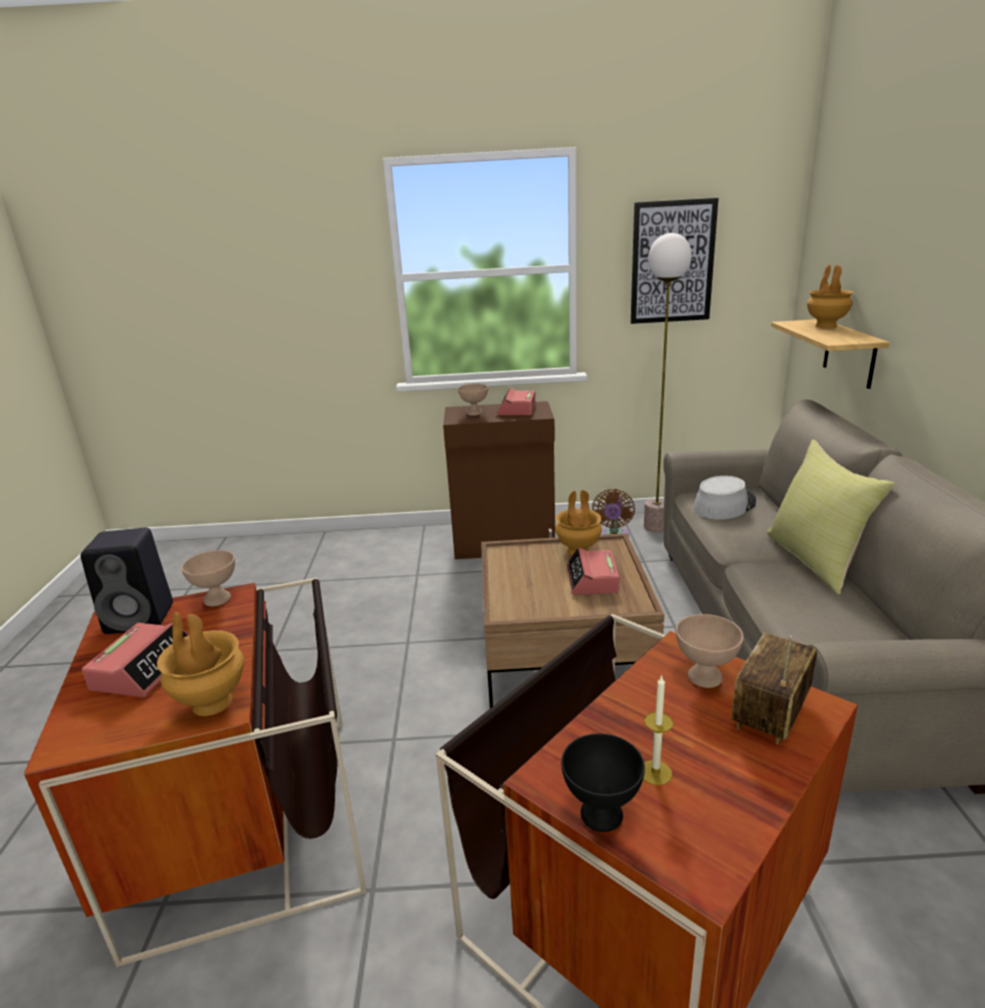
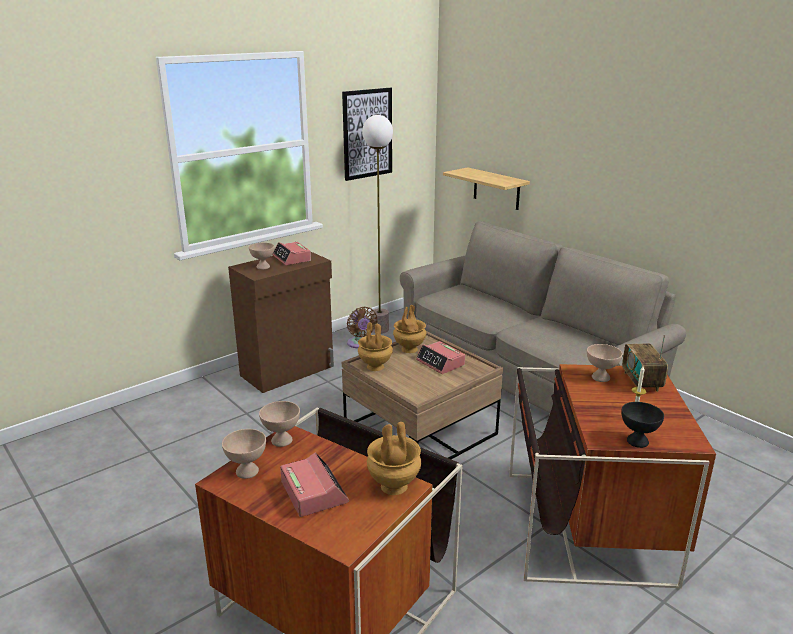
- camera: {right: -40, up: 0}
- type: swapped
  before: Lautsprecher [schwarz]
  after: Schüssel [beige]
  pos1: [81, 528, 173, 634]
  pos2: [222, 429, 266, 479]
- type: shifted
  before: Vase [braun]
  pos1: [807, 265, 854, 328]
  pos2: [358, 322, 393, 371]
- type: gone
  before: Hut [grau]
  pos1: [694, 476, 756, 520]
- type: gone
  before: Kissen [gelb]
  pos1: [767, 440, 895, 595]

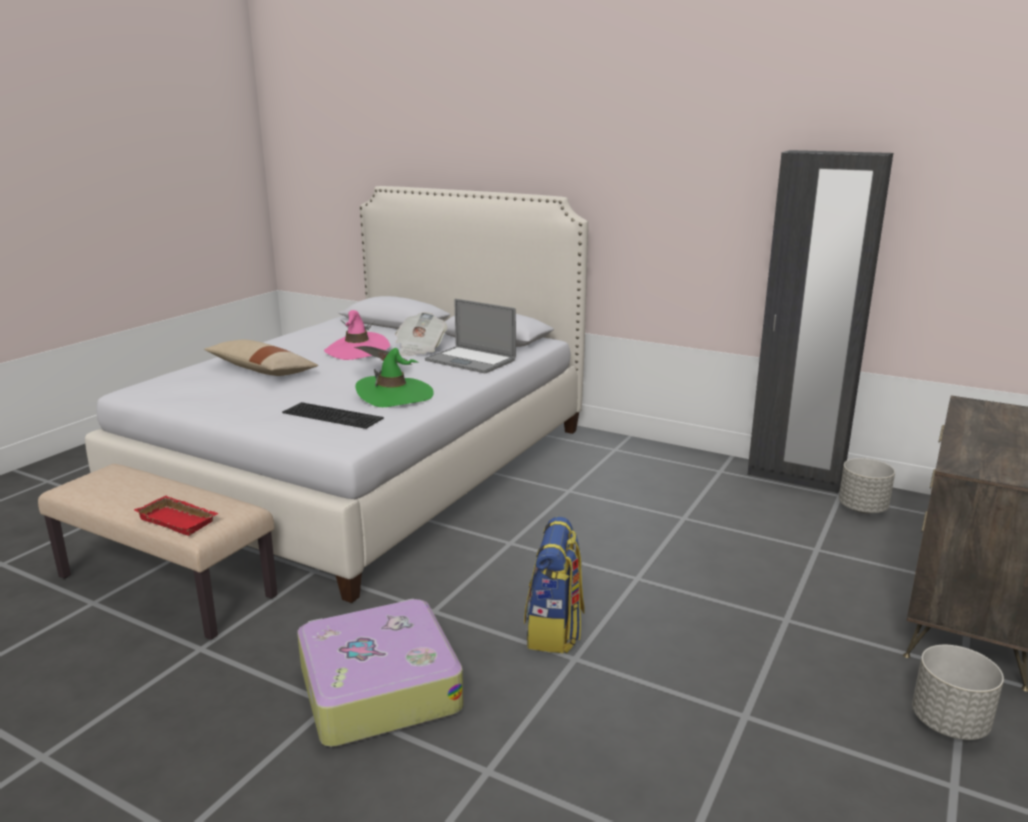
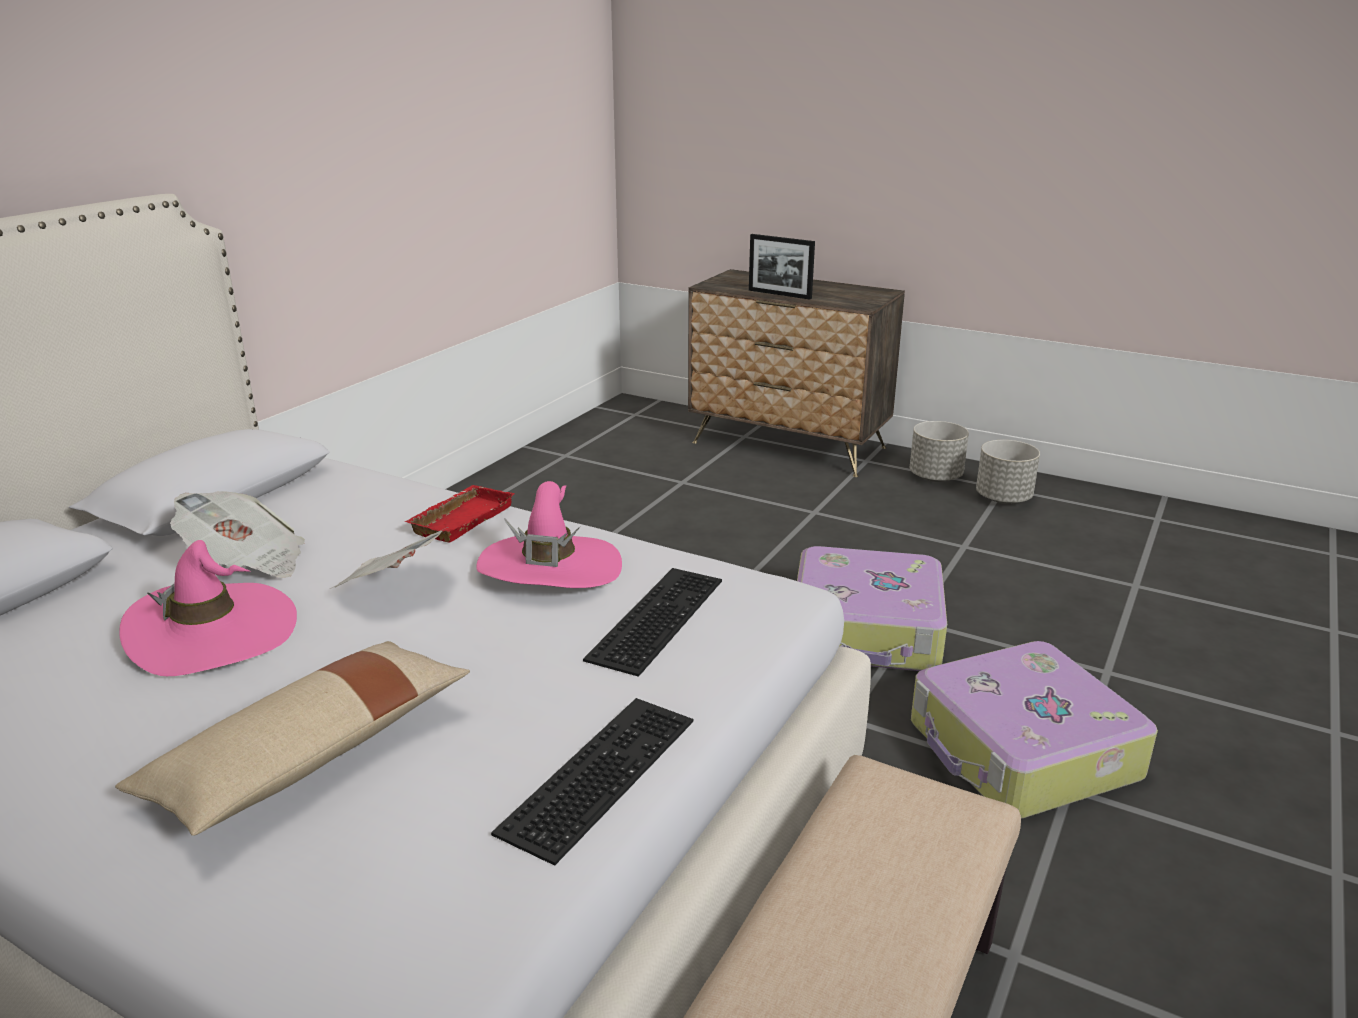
- camera: {right: -90, up: 5}
- type: shifted
  before: Tablett [rot]
  pos1: [134, 496, 219, 536]
  pos2: [404, 485, 514, 542]
- type: repainted
  before: Hut [grün]
  after: Hut [rosa]
  pos1: [356, 348, 434, 407]
  pos2: [476, 481, 622, 588]
- type: new
  after: Tastatur
  pos2: [491, 698, 693, 866]
- type: new
  after: Bilderrahmen
  pos2: [749, 234, 815, 299]
- type: swapped
  before: Rucksack
  after: Koffer
  pos1: [524, 517, 585, 653]
  pos2: [797, 546, 947, 671]
- type: shifted
  before: Pflanzkübel [grau]
  pos1: [839, 458, 895, 513]
  pos2: [976, 440, 1040, 504]
- type: gone
  before: Laptop
  pos1: [425, 299, 516, 373]
- type: gone
  before: Kleiderschrank [schwarz]
  pos1: [747, 150, 893, 493]

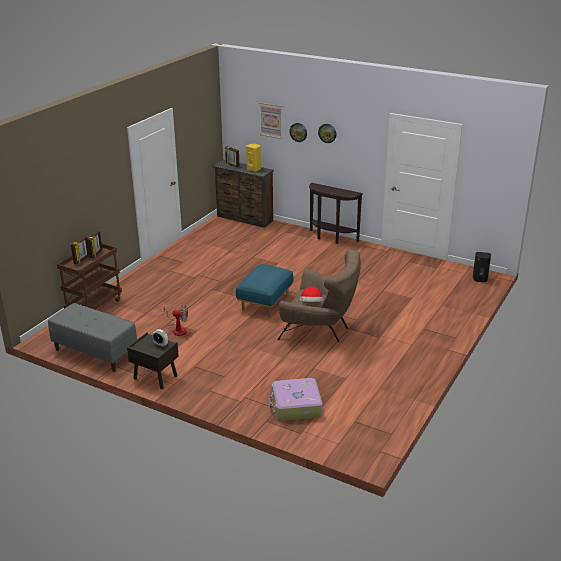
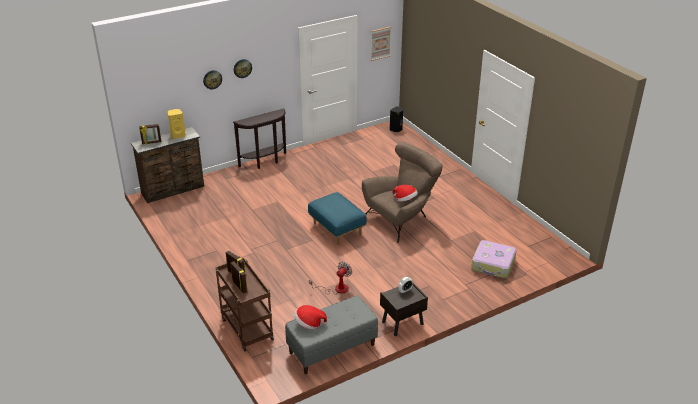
- camera: {right: -60, up: 5}
- type: new
  after: Hut
  pos2: [294, 305, 327, 330]
- type: shifted
  before: Bild
  pos1: [259, 102, 283, 139]
  pos2: [370, 27, 392, 61]

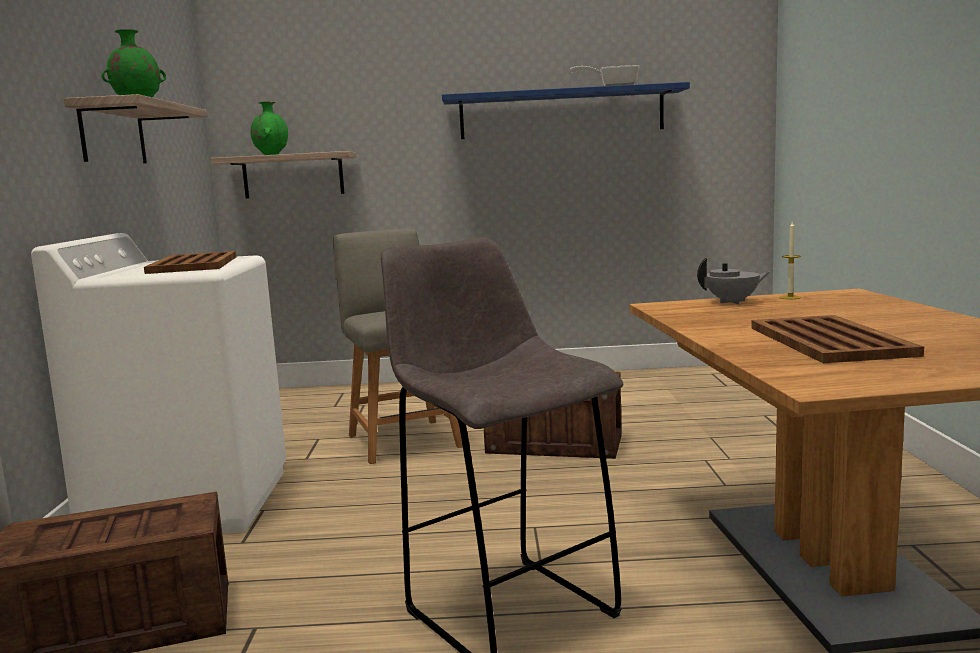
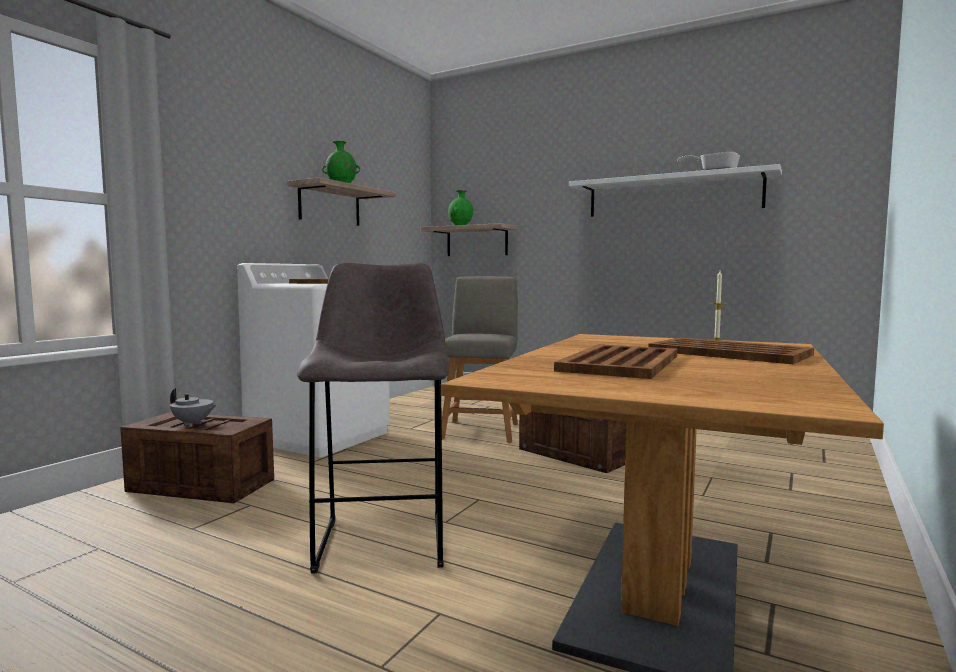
- camera: {right: 30, up: -5}
- type: shifted
  before: Teekanne [grau]
  pos1: [697, 258, 770, 304]
  pos2: [170, 388, 216, 426]
- type: repainted
  before: Wandregal [blau]
  after: Wandregal [weiß]
  pos1: [442, 82, 690, 139]
  pos2: [569, 164, 782, 217]
- type: new
  after: Tablett [braun]
  pos2: [648, 338, 814, 364]

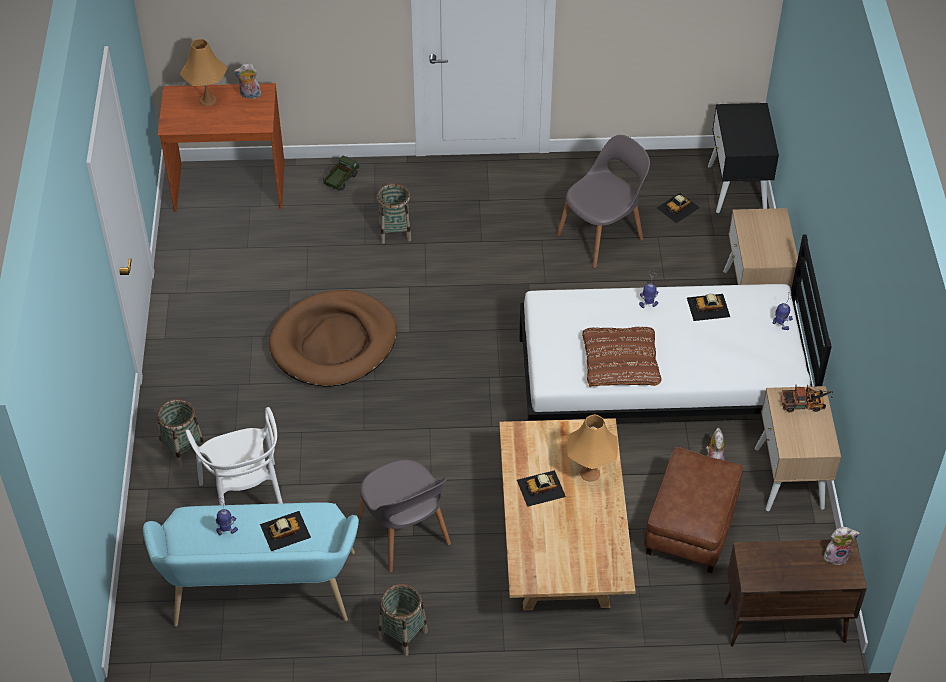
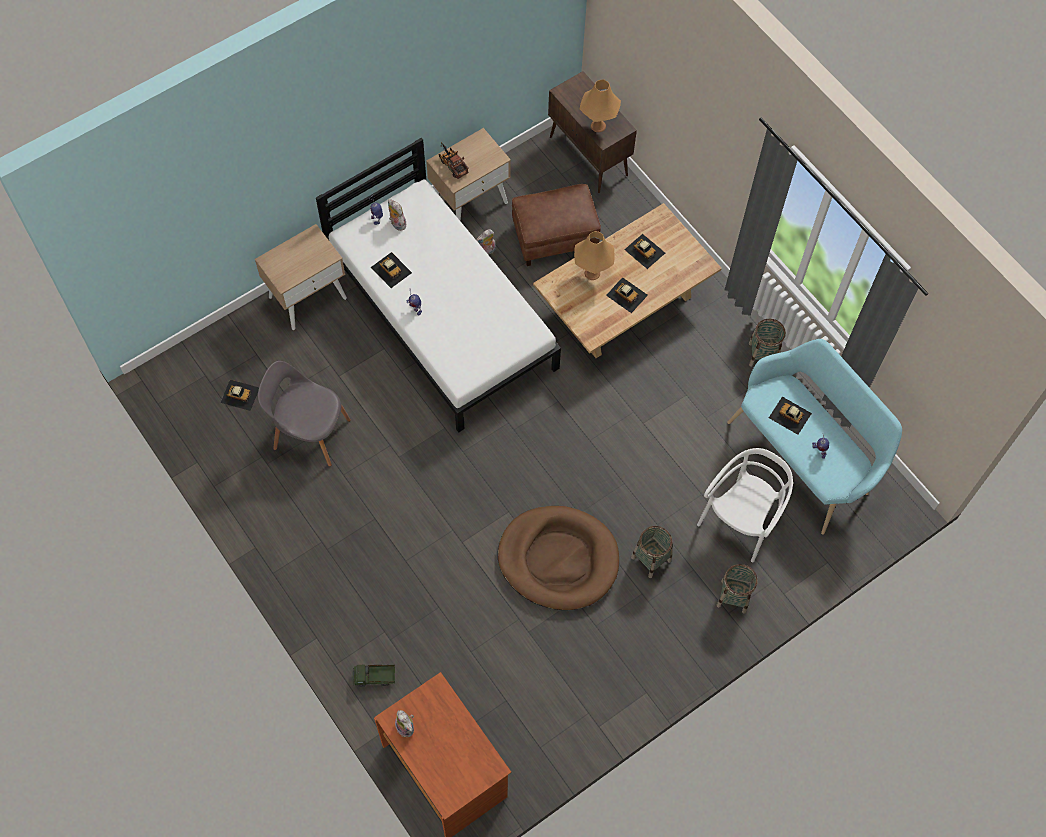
- camera: {right: -125, up: 15}
- type: shifted
  before: Plüschtier
  pos1: [824, 527, 860, 565]
  pos2: [388, 199, 406, 231]
- type: shifted
  before: Tischlampe [orange]
  pos1: [180, 39, 227, 106]
  pos2: [580, 80, 621, 132]
- type: new
  after: Spielzeugauto
  pos2: [624, 234, 665, 269]
- type: shifted
  before: Korb
  pos1: [377, 183, 411, 244]
  pos2: [631, 526, 673, 578]
- type: gone
  before: Stuhl [grau]
  pos1: [357, 460, 451, 572]
- type: gone
  before: Kissen [braun]
  pos1: [582, 327, 662, 387]
- type: gone
  before: Nachttisch [schwarz]
  pos1: [708, 103, 779, 213]

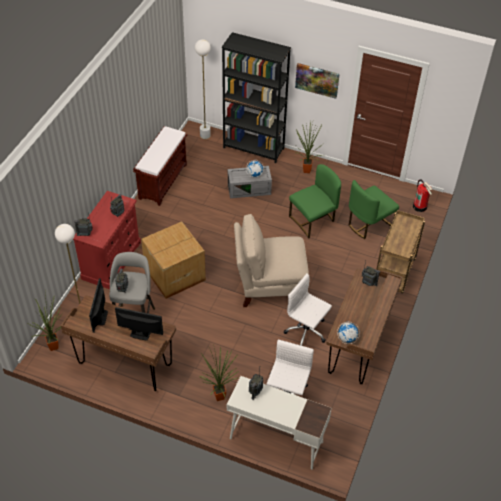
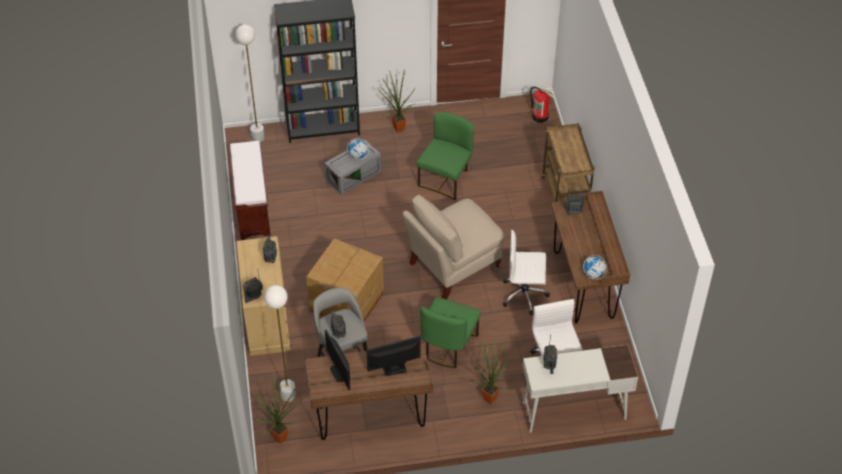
- camera: {right: -30, up: 0}
- type: repainted
  before: Kommode [rot]
  after: Kommode [beige]
  pos1: [73, 191, 141, 289]
  pos2: [236, 236, 291, 356]
- type: shifted
  before: Stuhl [grün]
  pos1: [349, 180, 399, 239]
  pos2: [420, 297, 481, 368]
- type: gone
  before: Bild
  pos1: [295, 63, 340, 99]

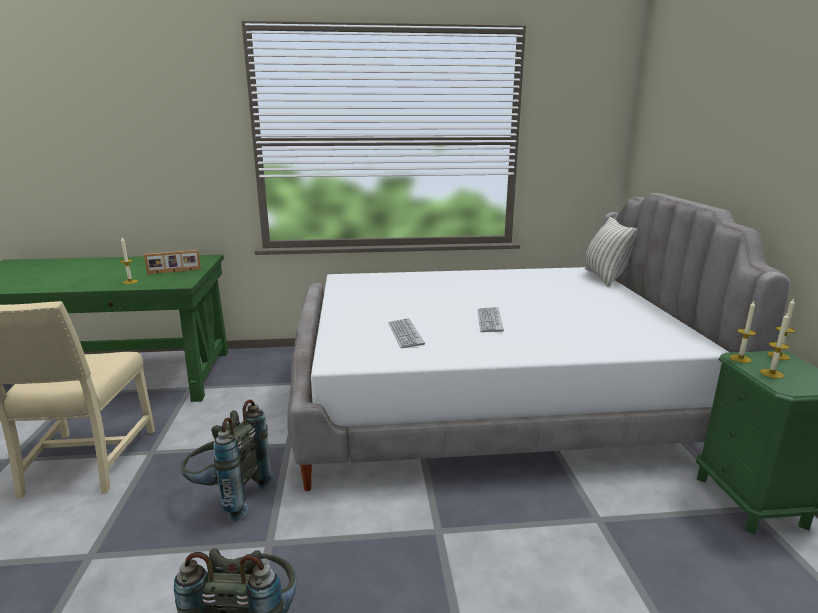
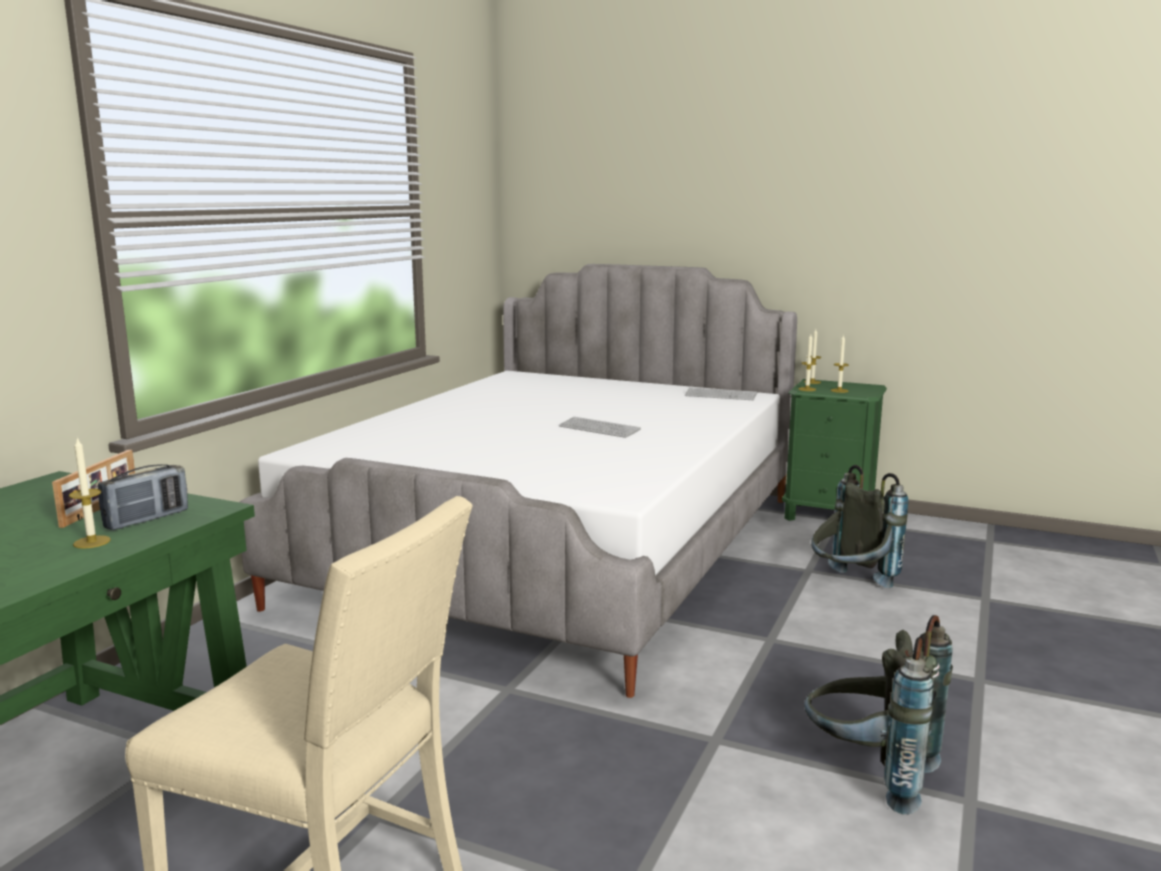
- camera: {right: -60, up: -5}
- type: new
  after: Radio
  pos2: [98, 464, 188, 530]
- type: shifted
  before: Tastatur
  pos1: [388, 318, 425, 348]
  pos2: [685, 387, 757, 400]
- type: shifted
  before: Rucksack [grau]
  pos1: [181, 400, 274, 521]
  pos2: [811, 465, 908, 588]
- type: gone
  before: Kissen
  pos1: [585, 217, 637, 287]

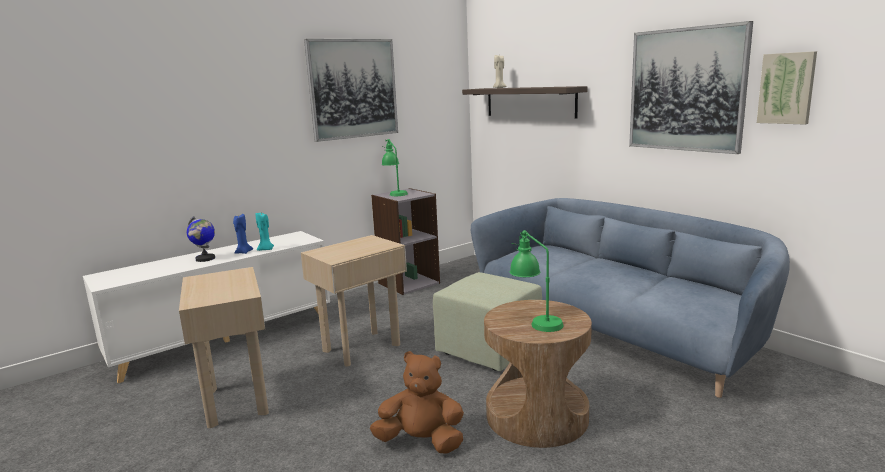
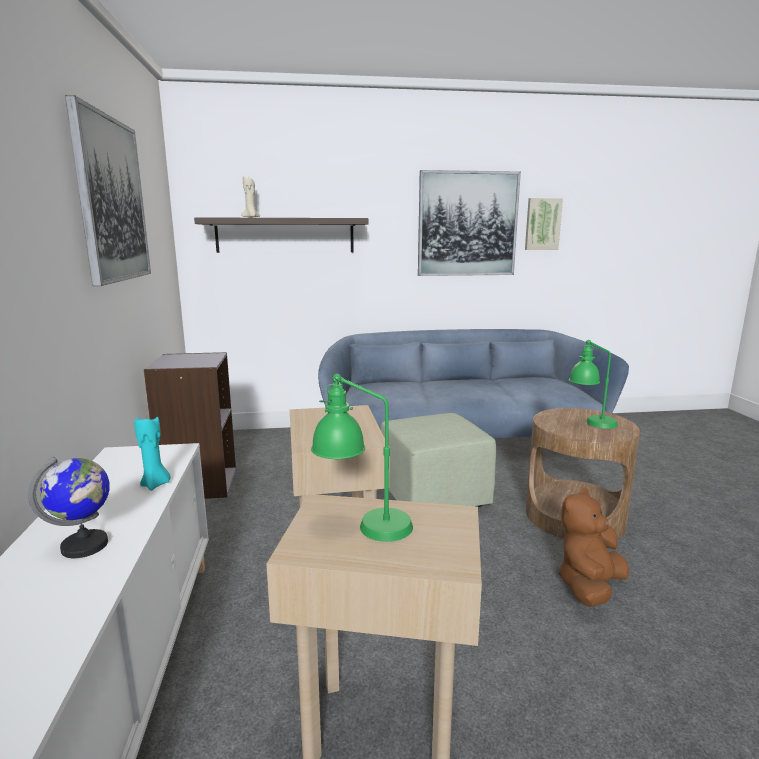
- camera: {right: -60, up: 0}
- type: shifted
  before: Tischlampe [grün]
  pos1: [382, 139, 408, 196]
  pos2: [311, 374, 413, 542]
- type: gone
  before: Kerze [blau]
  pos1: [233, 214, 253, 254]

